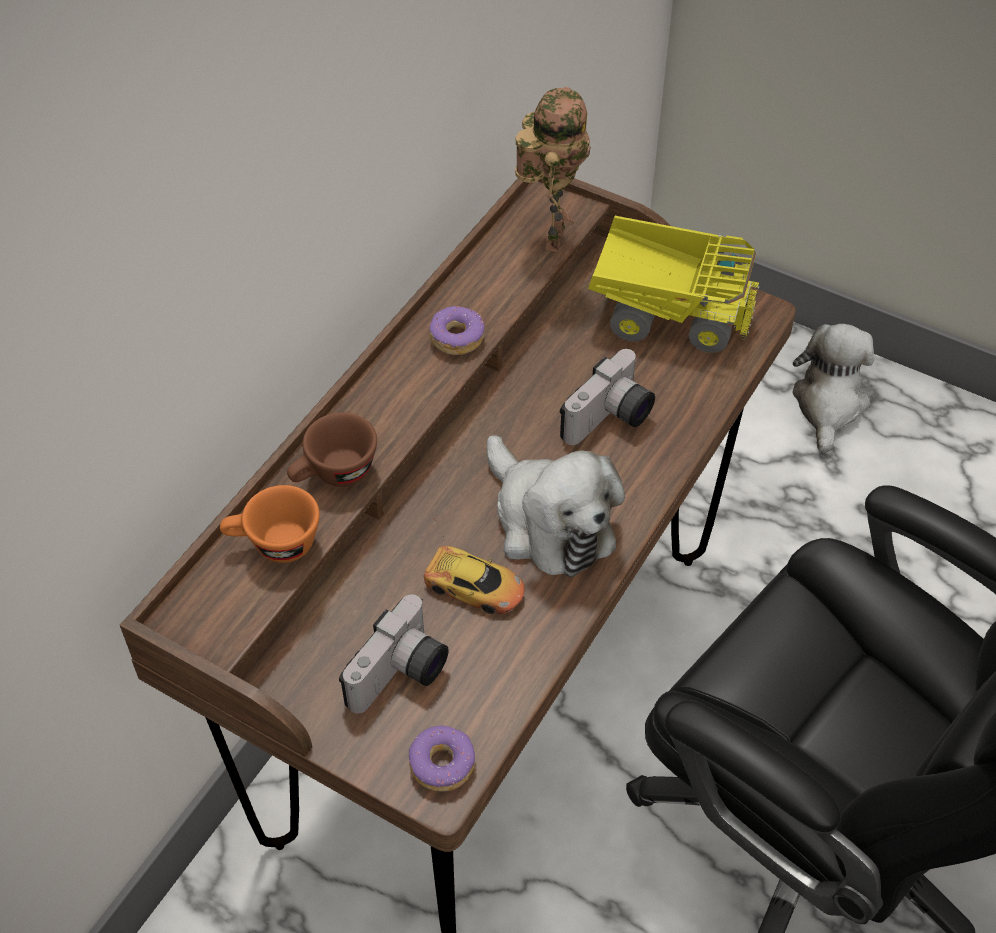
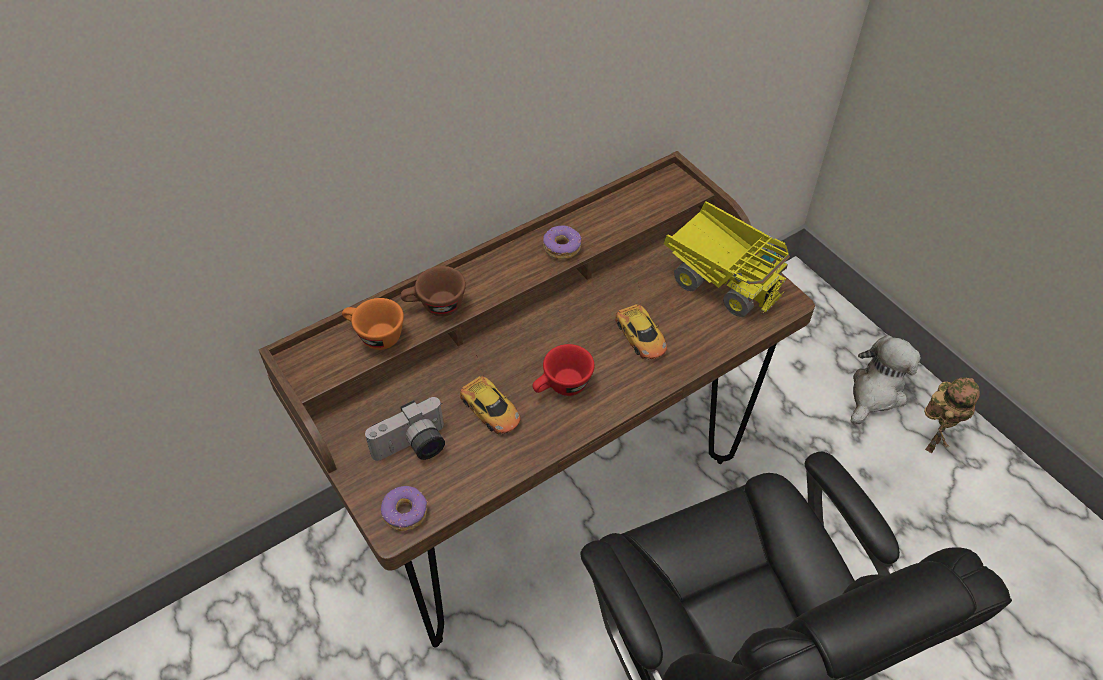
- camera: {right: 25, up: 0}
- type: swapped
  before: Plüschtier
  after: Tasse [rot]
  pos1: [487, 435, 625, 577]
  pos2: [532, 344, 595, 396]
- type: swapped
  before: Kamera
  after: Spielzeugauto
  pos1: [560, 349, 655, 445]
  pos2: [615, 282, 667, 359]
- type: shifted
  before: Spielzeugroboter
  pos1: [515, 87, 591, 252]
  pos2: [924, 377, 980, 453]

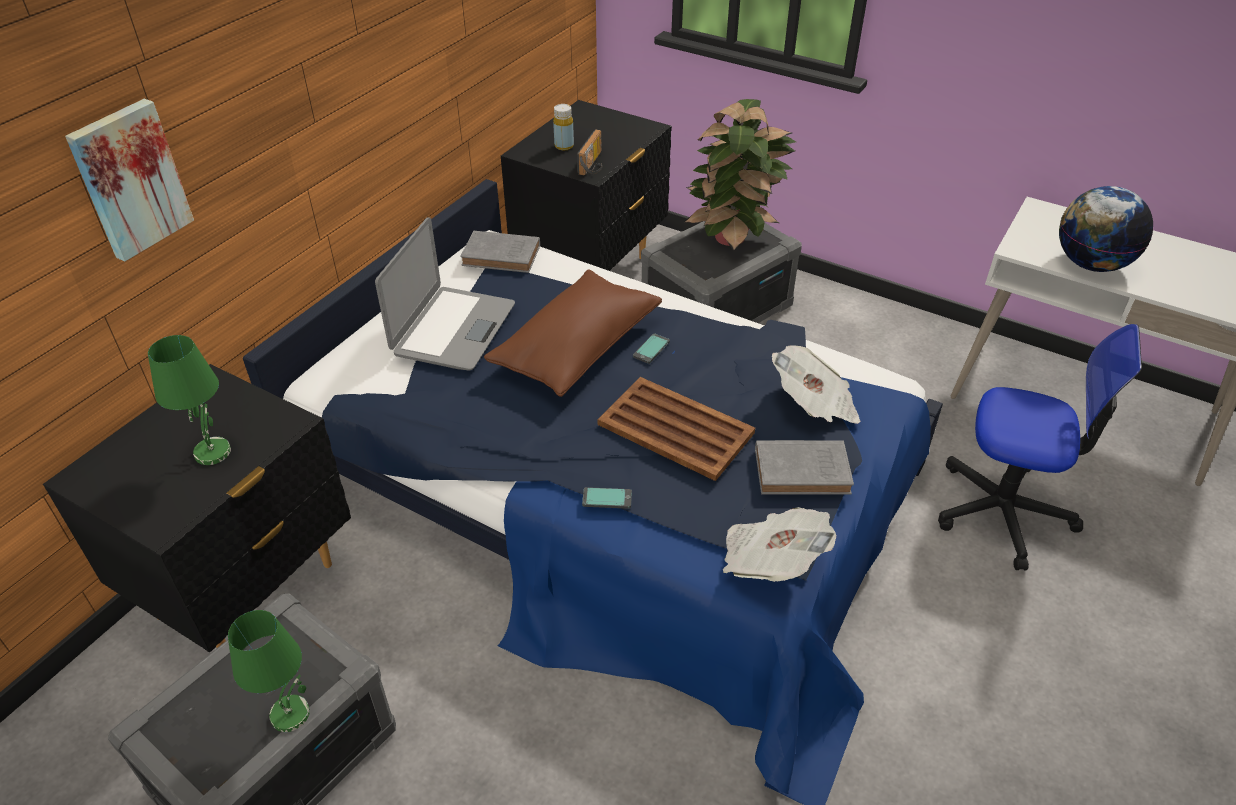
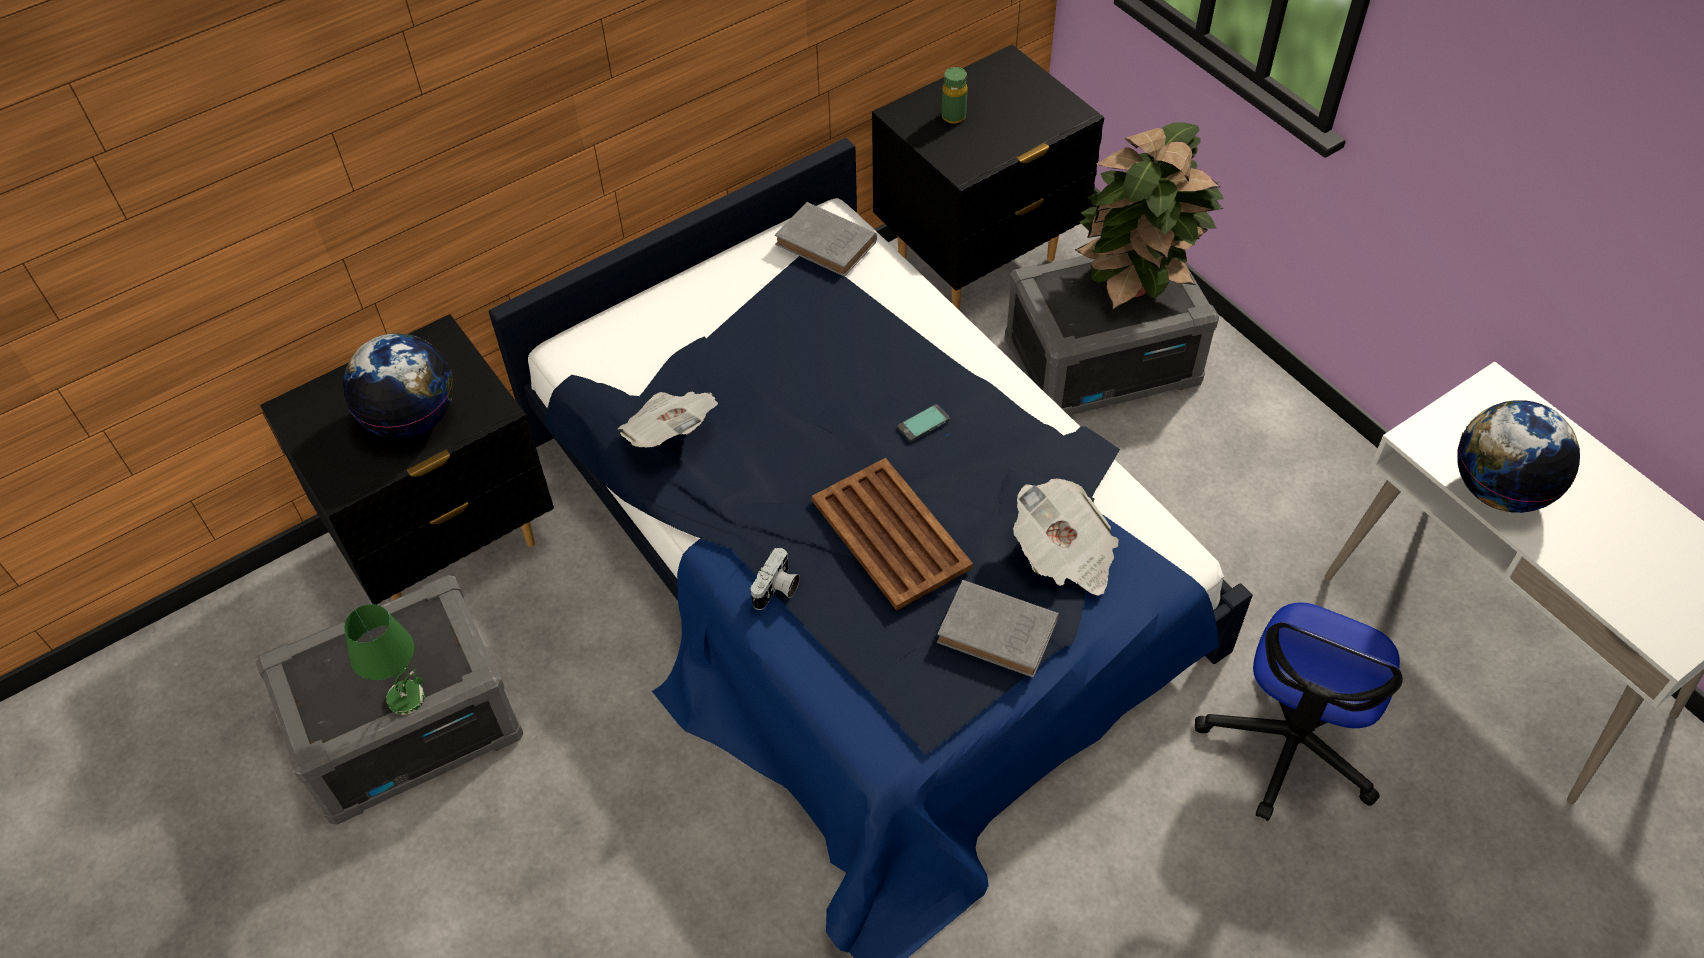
- camera: {right: 25, up: 10}
- type: swapped
  before: Tischlampe [grün]
  after: Globus
  pos1: [148, 335, 231, 465]
  pos2: [343, 333, 453, 439]
- type: shifted
  before: Zeitung
  pos1: [723, 507, 836, 582]
  pos2: [618, 392, 718, 447]
- type: swapped
  before: Handy
  after: Kamera
  pos1: [582, 487, 632, 509]
  pos2: [751, 548, 800, 610]
- type: repainted
  before: Flasche [gelb]
  after: Flasche [grün]
  pos1: [553, 104, 574, 150]
  pos2: [942, 67, 968, 124]
- type: rotated
  before: Bürostuhl
  pos1: [938, 324, 1142, 570]
  pos2: [1195, 603, 1403, 821]
  turn: 75
- type: gone
  before: Bild
  pos1: [65, 99, 194, 261]
- type: gone
  before: Laptop
  pos1: [375, 217, 515, 370]
- type: gone
  before: Kissen [braun]
  pos1: [484, 269, 662, 397]
- type: gone
  before: Radio
  pos1: [577, 130, 602, 175]

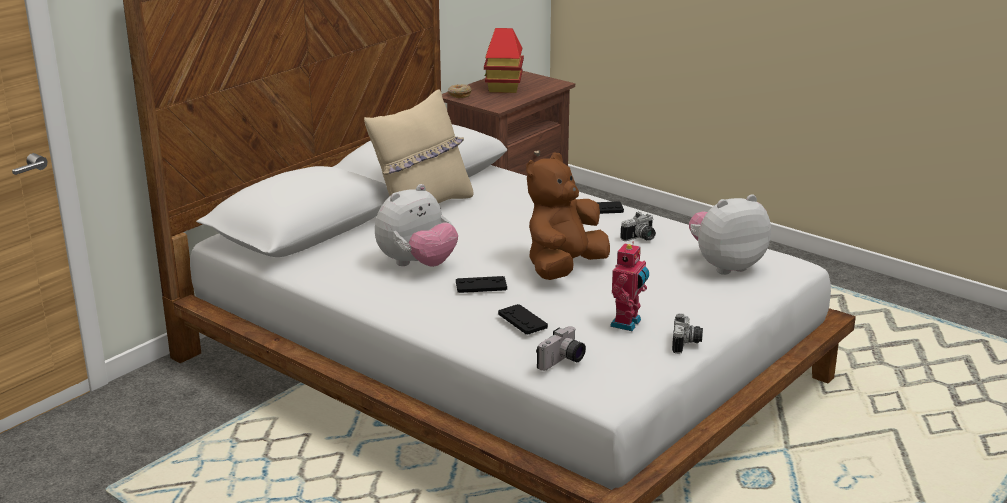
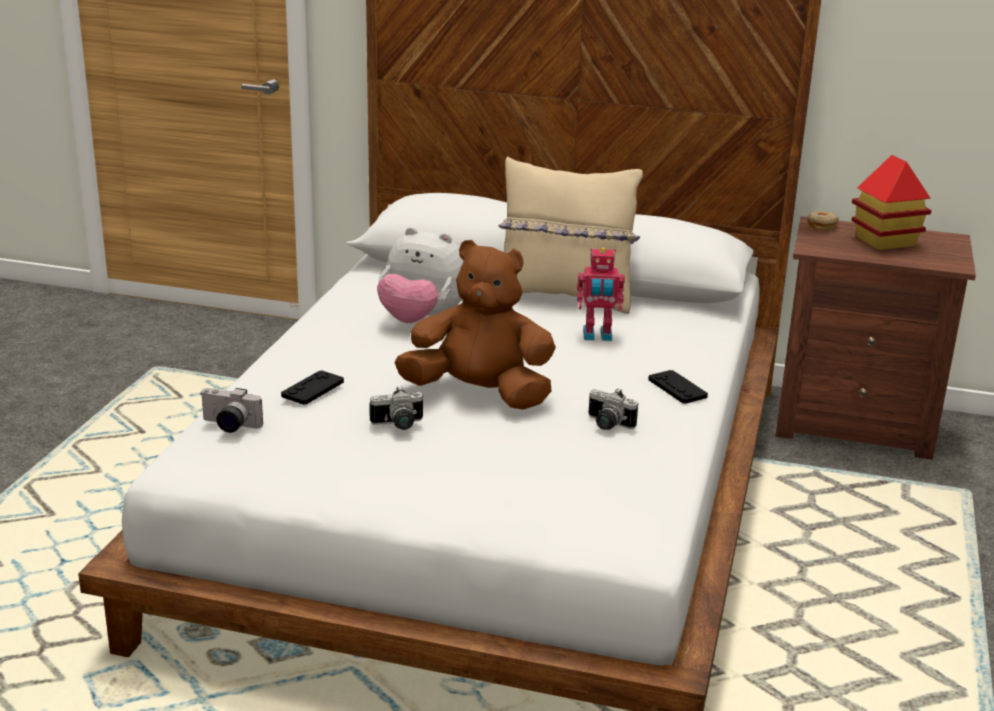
- camera: {right: 65, up: 0}
- type: shifted
  before: Kamera
  pos1: [672, 313, 703, 354]
  pos2: [369, 386, 423, 430]
- type: shifted
  before: Spielzeugroboter
  pos1: [610, 241, 649, 331]
  pos2: [577, 247, 625, 341]
- type: gone
  before: Gamepad [schwarz]
  pos1: [456, 276, 507, 293]
- type: gone
  before: Plüschtier
  pos1: [689, 194, 771, 275]

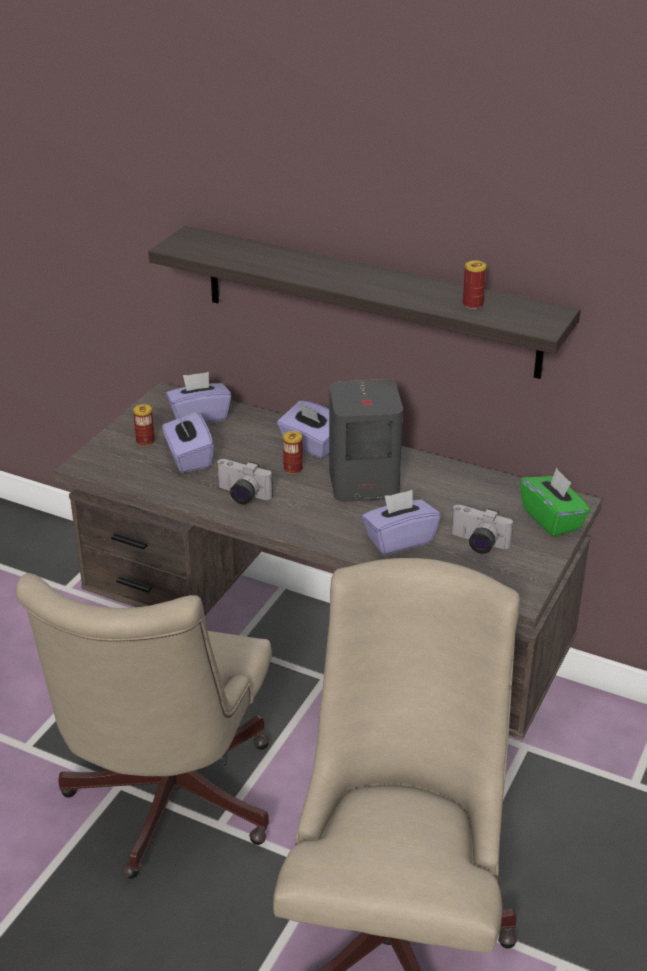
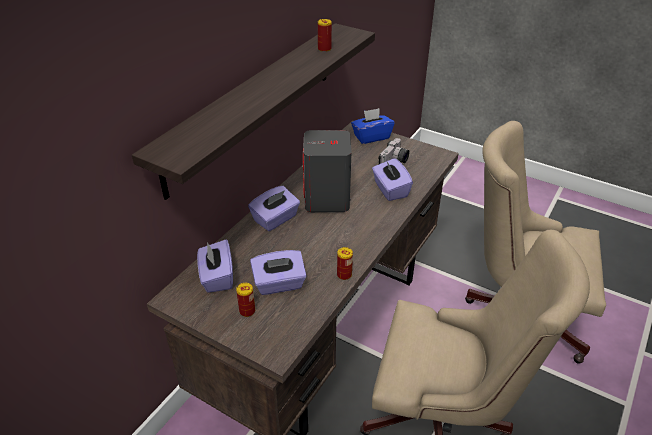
- camera: {right: -85, up: 5}
- type: shifted
  before: Dose
  pos1: [283, 431, 303, 474]
  pos2: [337, 247, 353, 280]
- type: repainted
  before: Taschentuchbox [grün]
  after: Taschentuchbox [blau]
  pos1: [520, 468, 590, 537]
  pos2: [351, 108, 394, 144]
- type: gone
  before: Kamera
  pos1: [216, 459, 273, 504]

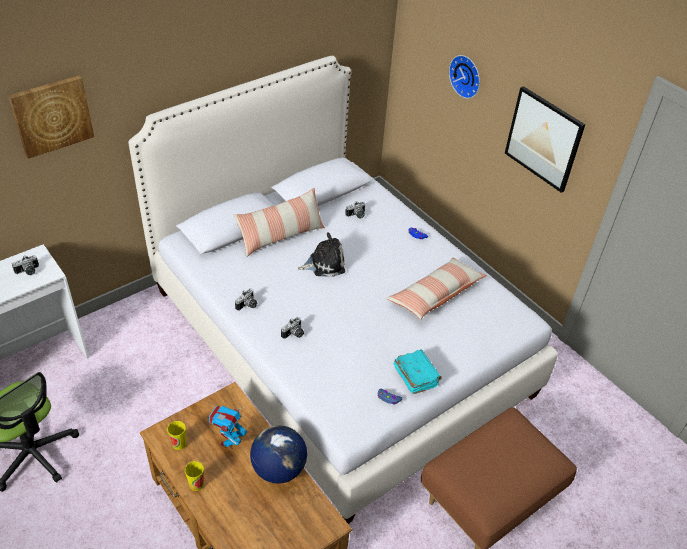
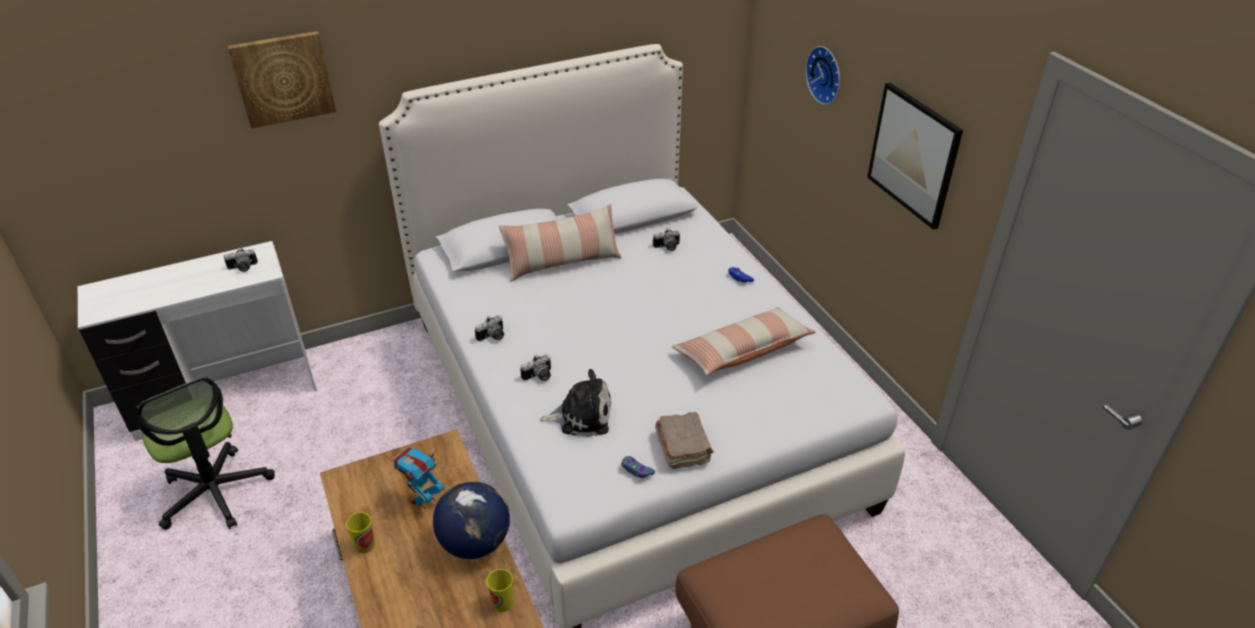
- camera: {right: 15, up: -5}
- type: shifted
  before: Tasse
  pos1: [167, 421, 186, 450]
  pos2: [487, 569, 513, 612]
- type: shifted
  before: Plüschtier
  pos1: [298, 232, 345, 277]
  pos2: [540, 369, 611, 437]
- type: repainted
  before: Buch [türkis]
  after: Buch [braun]
  pos1: [394, 349, 442, 394]
  pos2: [655, 412, 713, 469]

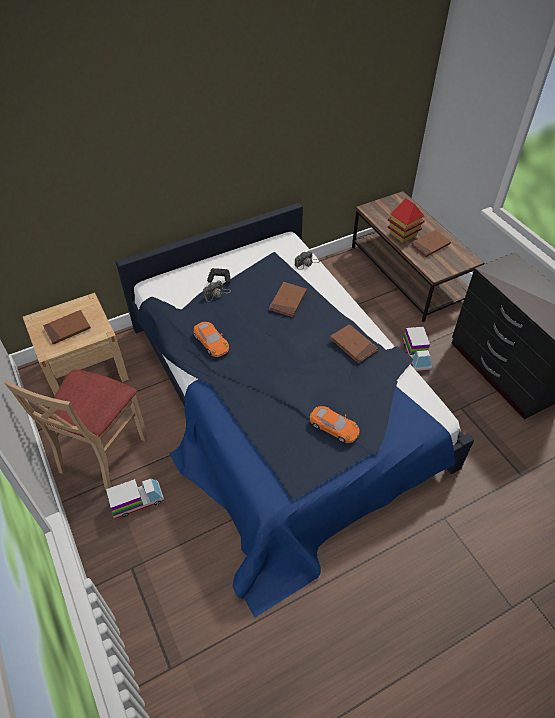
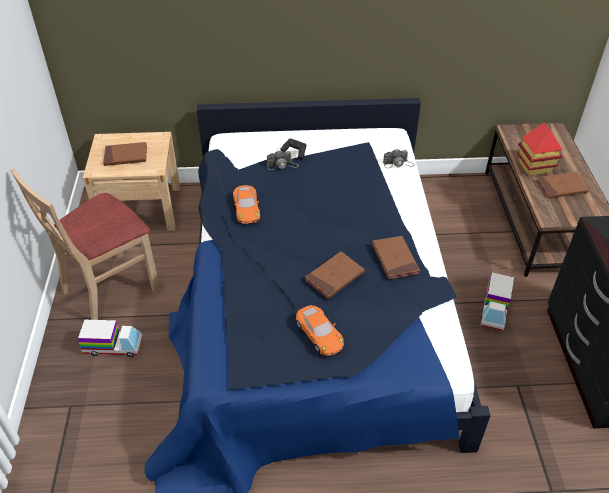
- camera: {right: 25, up: -5}
- type: shifted
  before: Buch [braun]
  pos1: [269, 282, 307, 317]
  pos2: [305, 251, 365, 299]

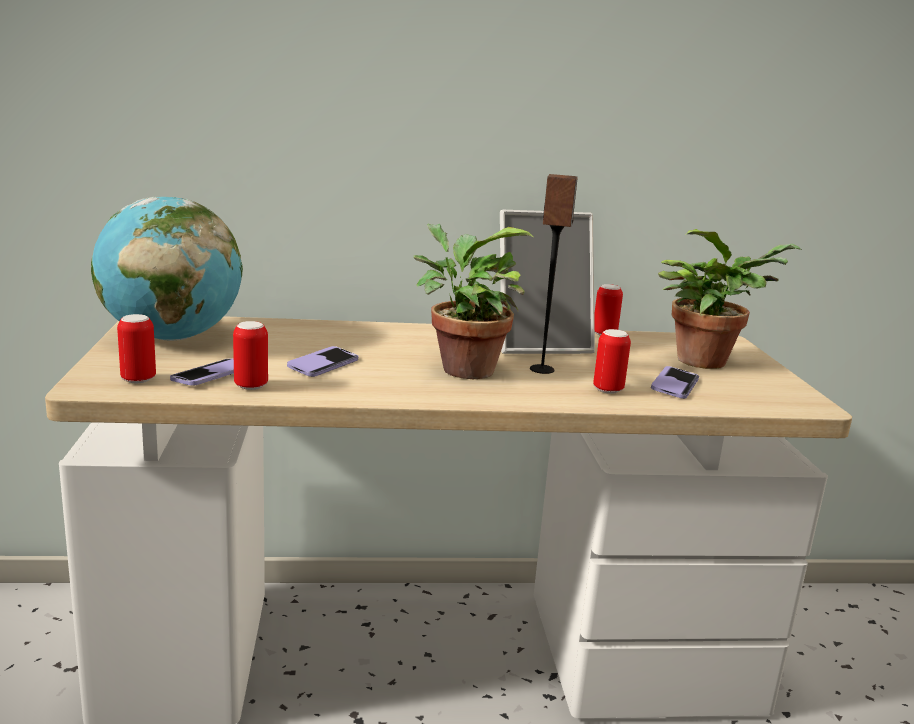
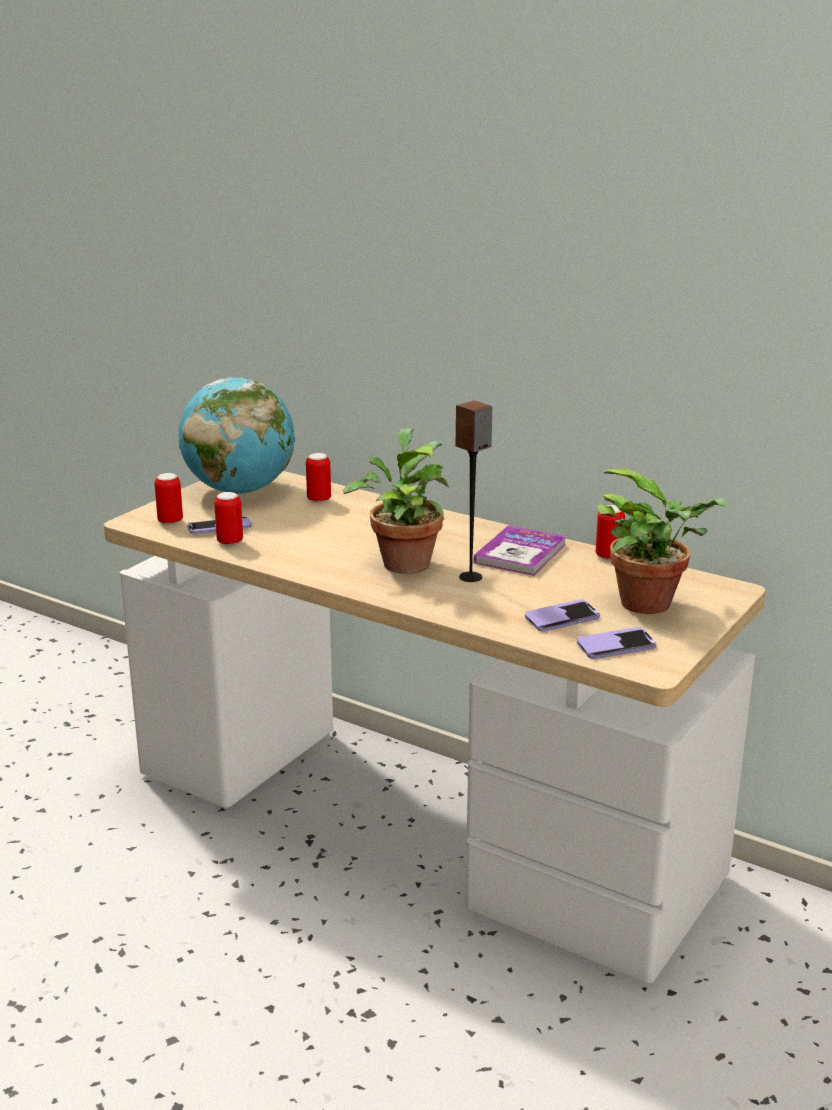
- camera: {right: 40, up: 5}
- type: shifted
  before: Dose
  pos1: [593, 329, 631, 394]
  pos2: [306, 453, 331, 503]
- type: swapped
  before: Bilderrahmen
  after: Buch
  pos1: [500, 210, 595, 354]
  pos2: [474, 525, 566, 576]
- type: shifted
  before: Handy
  pos1: [287, 346, 358, 377]
  pos2: [577, 627, 657, 659]

